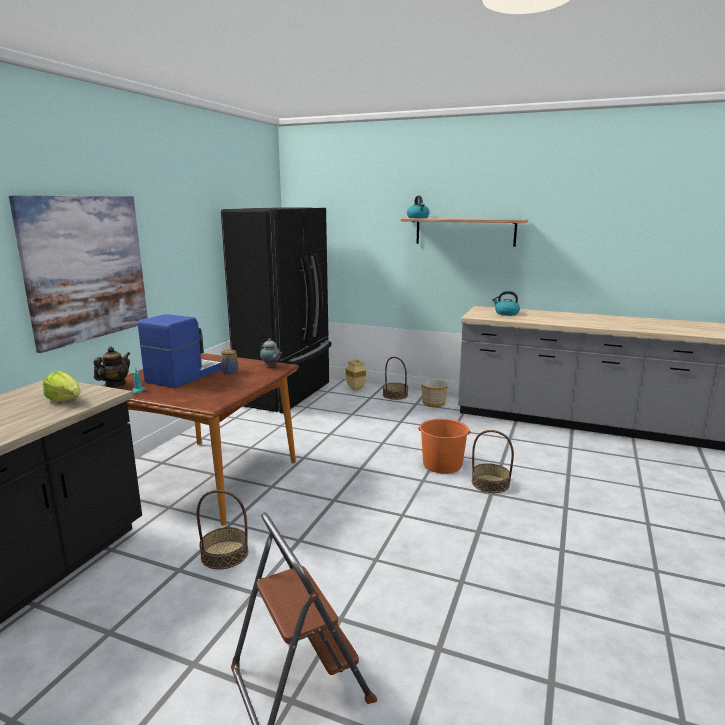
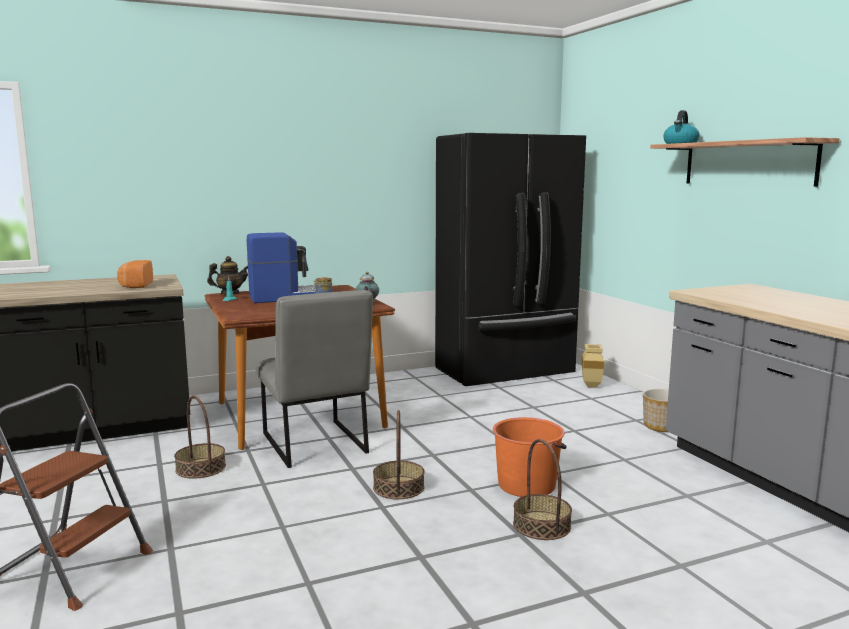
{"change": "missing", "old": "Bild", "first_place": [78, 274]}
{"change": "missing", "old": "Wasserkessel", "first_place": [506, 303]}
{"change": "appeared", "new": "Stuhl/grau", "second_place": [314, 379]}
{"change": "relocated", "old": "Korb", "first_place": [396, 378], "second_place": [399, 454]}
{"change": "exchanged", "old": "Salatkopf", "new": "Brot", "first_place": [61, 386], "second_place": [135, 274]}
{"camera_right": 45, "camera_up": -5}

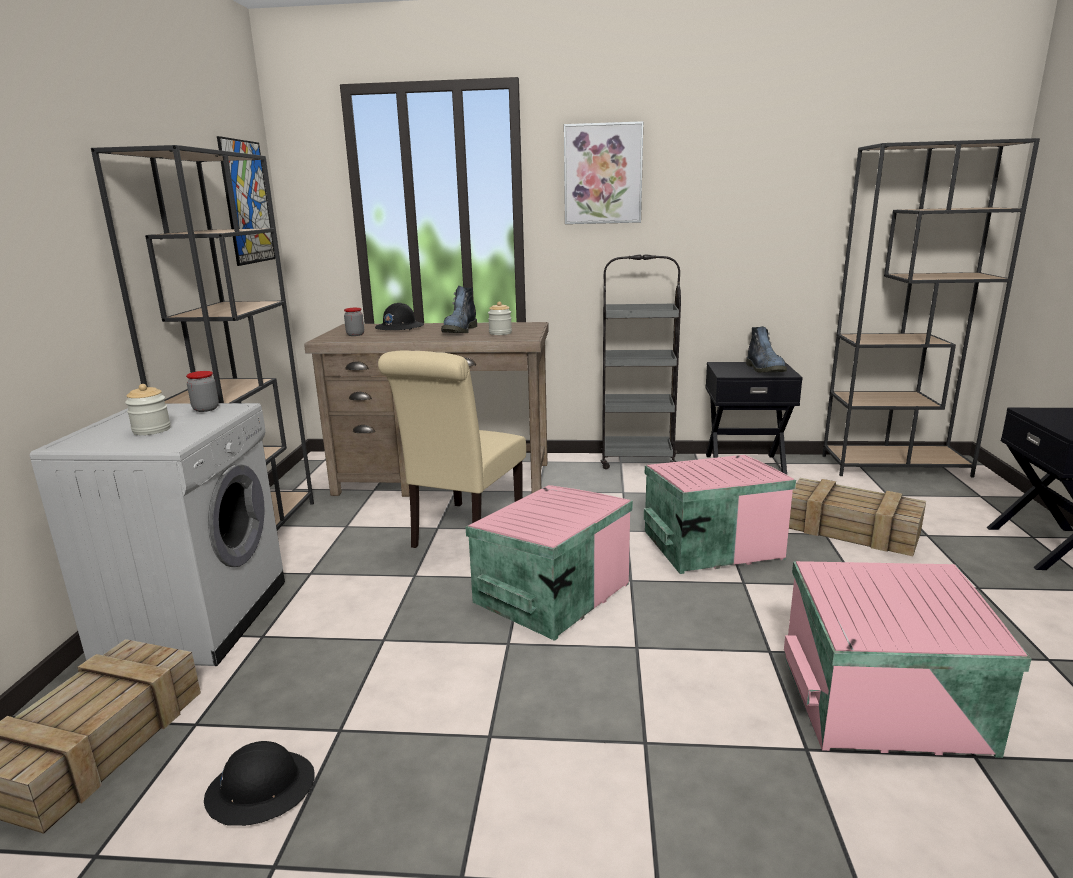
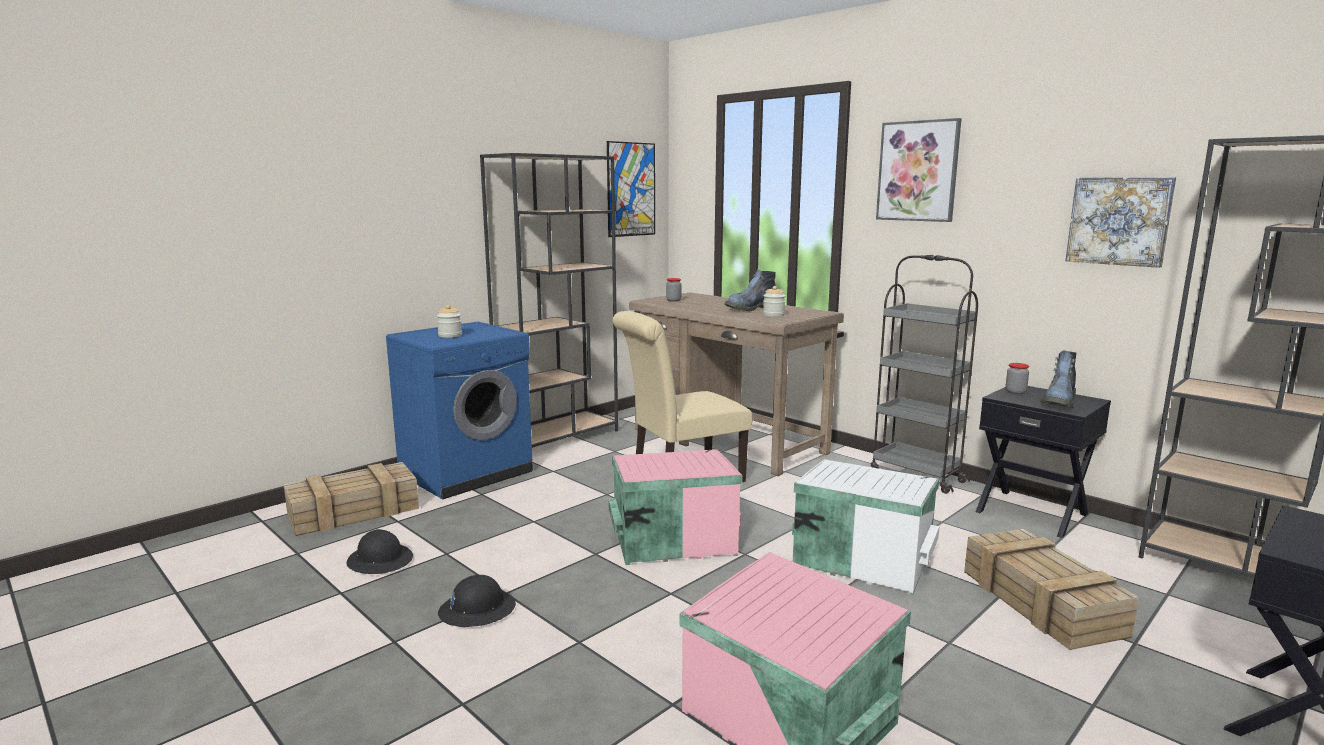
{"change": "appeared", "new": "Bild", "second_place": [1121, 222]}
{"change": "relocated", "old": "Vorratsglas", "first_place": [202, 391], "second_place": [1017, 378]}
{"change": "relocated", "old": "Schutzhelm/schwarz", "first_place": [399, 316], "second_place": [477, 601]}
{"change": "colour", "old": "Waschmaschine/weiß", "new": "Waschmaschine/blau", "first_place": [157, 534], "second_place": [459, 410]}
{"change": "colour", "old": "Aufbewahrungsbox/rosa", "new": "Aufbewahrungsbox/weiß", "first_place": [720, 514], "second_place": [865, 527]}
{"camera_right": 40, "camera_up": -5}

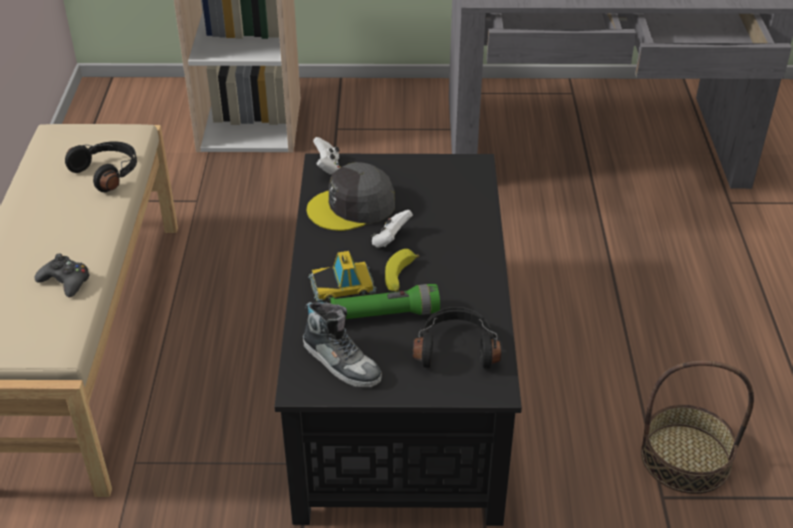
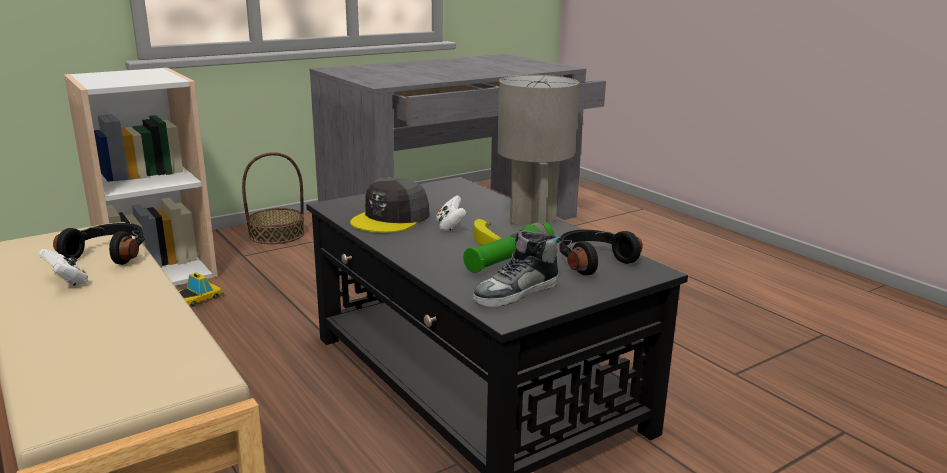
{"change": "missing", "old": "Gamepad/schwarz", "first_place": [62, 275]}
{"change": "appeared", "new": "Tischlampe/grau", "second_place": [538, 150]}
{"change": "relocated", "old": "Spielzeugauto", "first_place": [342, 276], "second_place": [201, 289]}
{"change": "relocated", "old": "Gamepad/weiß", "first_place": [327, 156], "second_place": [63, 267]}
{"change": "relocated", "old": "Korb", "first_place": [697, 427], "second_place": [273, 198]}
{"change": "spun", "old": "Schuh", "first_place": [342, 345], "second_place": [517, 269], "degrees": 135}
{"camera_right": -35, "camera_up": -20}

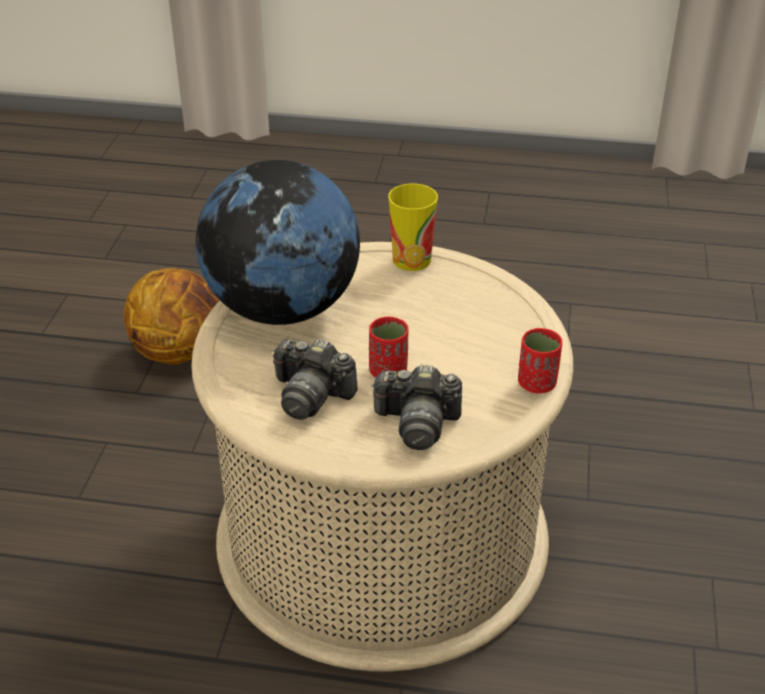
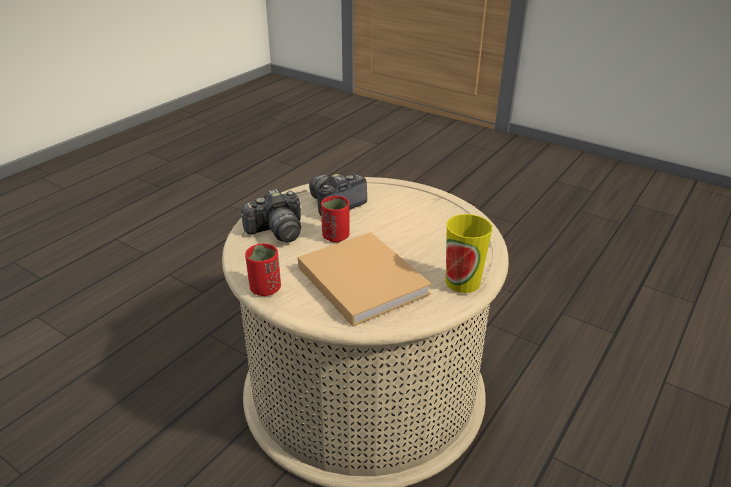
{"change": "missing", "old": "Basketball", "first_place": [171, 316]}
{"change": "missing", "old": "Globus", "first_place": [278, 242]}
{"change": "appeared", "new": "Buch/beige", "second_place": [365, 279]}
{"change": "spun", "old": "Kamera", "first_place": [416, 407], "second_place": [271, 216], "degrees": -150}
{"camera_right": 115, "camera_up": -5}

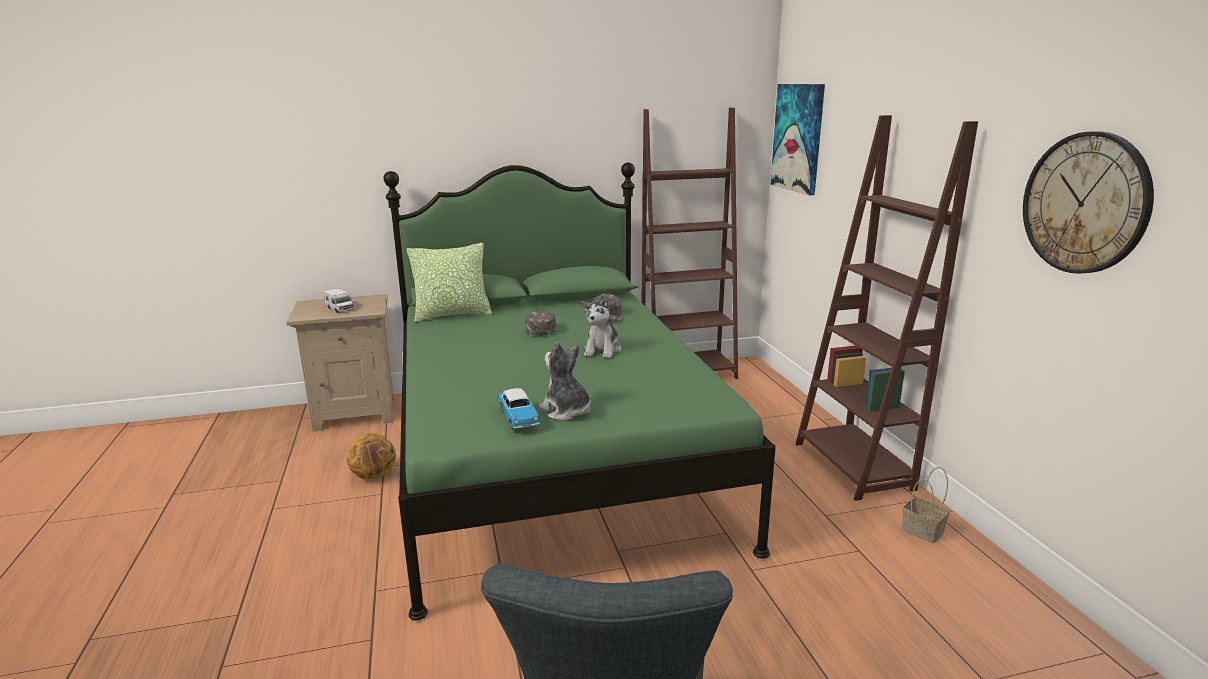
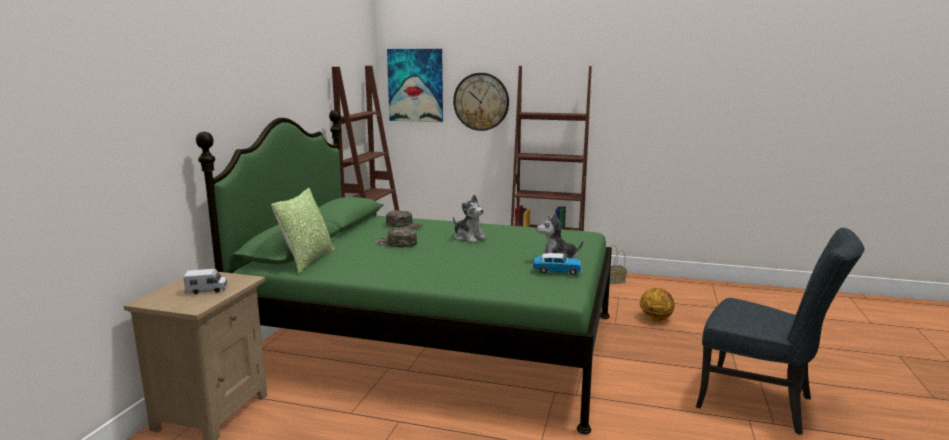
{"change": "relocated", "old": "Basketball", "first_place": [371, 456], "second_place": [657, 305]}
{"change": "relocated", "old": "Wanduhr", "first_place": [1088, 202], "second_place": [481, 102]}
{"camera_right": -60, "camera_up": -5}

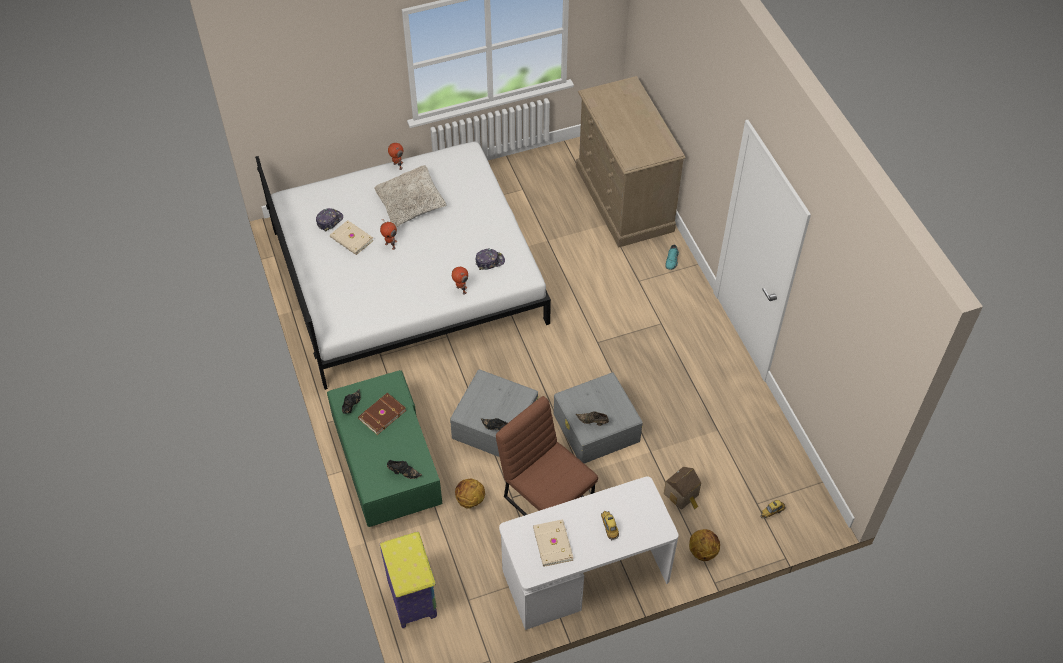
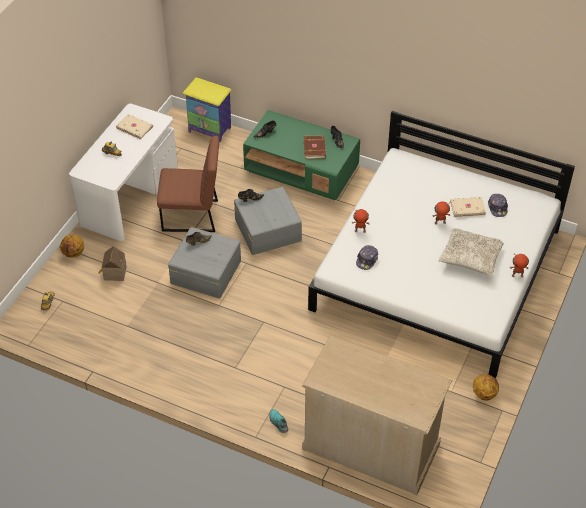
{"change": "relocated", "old": "Basketball", "first_place": [470, 493], "second_place": [486, 387]}
{"camera_right": 135, "camera_up": -5}

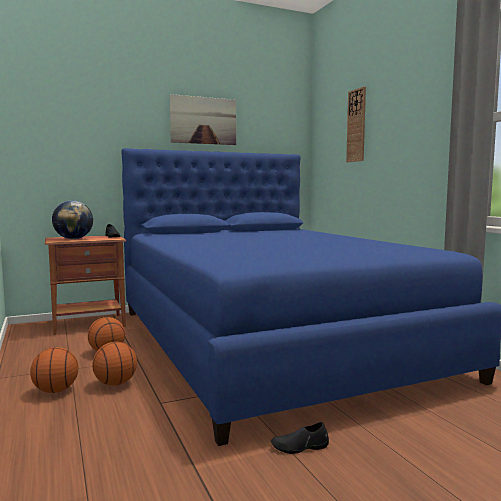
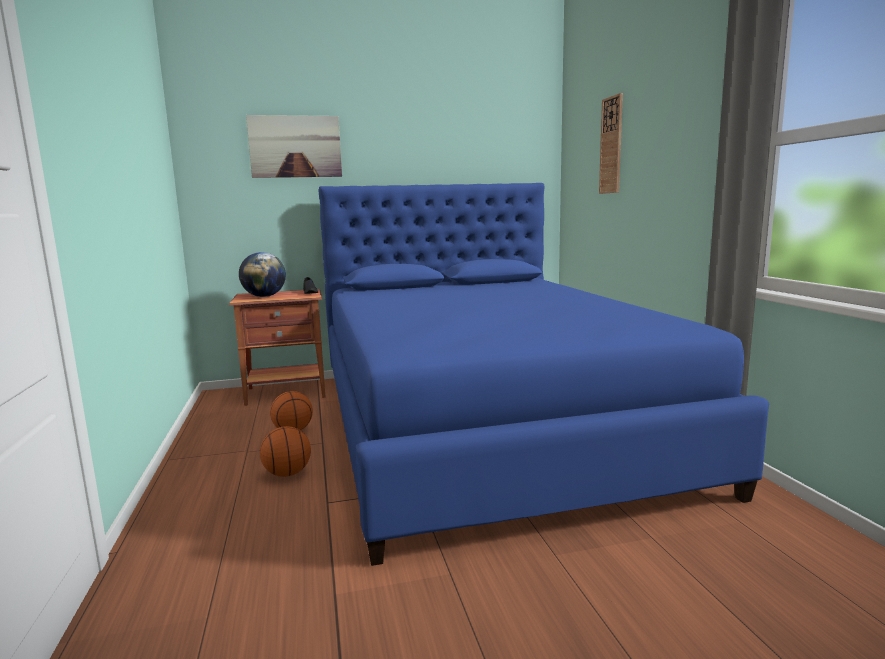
{"change": "missing", "old": "Basketball", "first_place": [54, 370]}
{"change": "missing", "old": "Schuh/schwarz", "first_place": [300, 438]}
{"change": "relocated", "old": "Bild", "first_place": [203, 119], "second_place": [294, 146]}
{"camera_right": 10, "camera_up": 5}

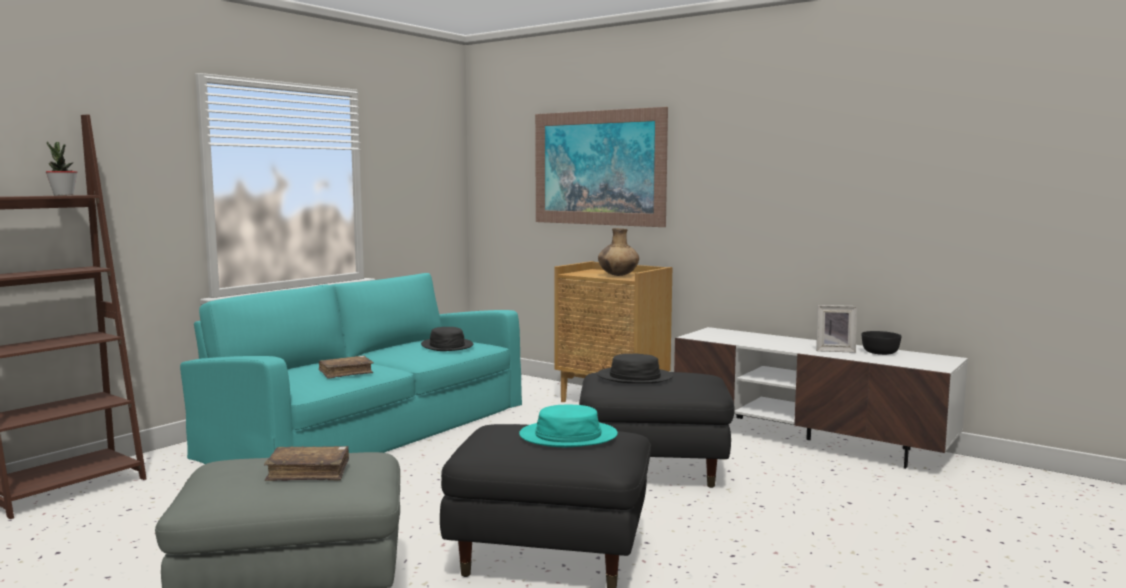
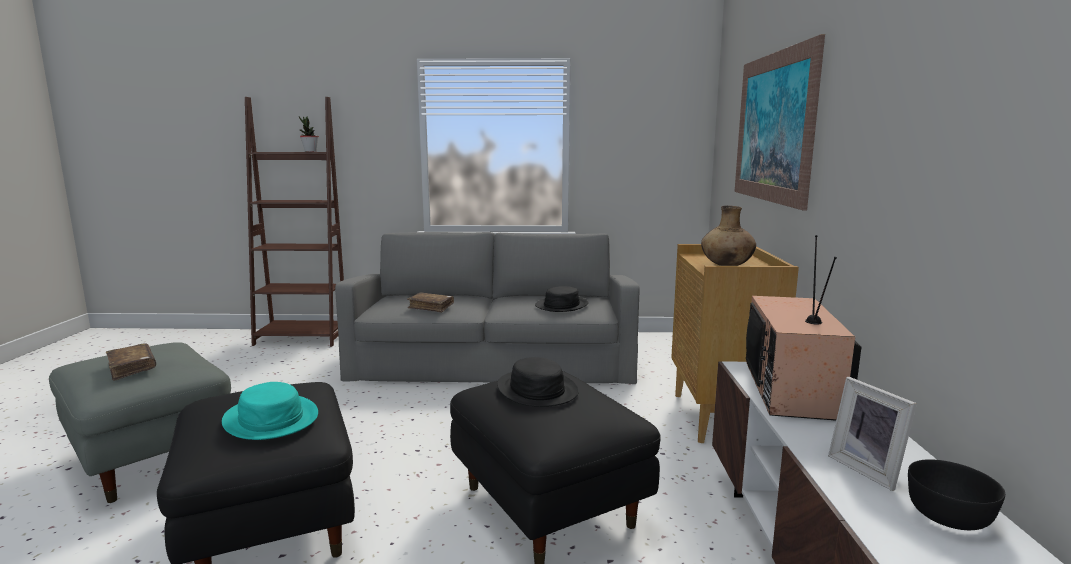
{"change": "appeared", "new": "Fernseher", "second_place": [803, 328]}
{"change": "colour", "old": "Sofa/türkis", "new": "Sofa/grau", "first_place": [351, 368], "second_place": [487, 308]}
{"camera_right": 55, "camera_up": 5}

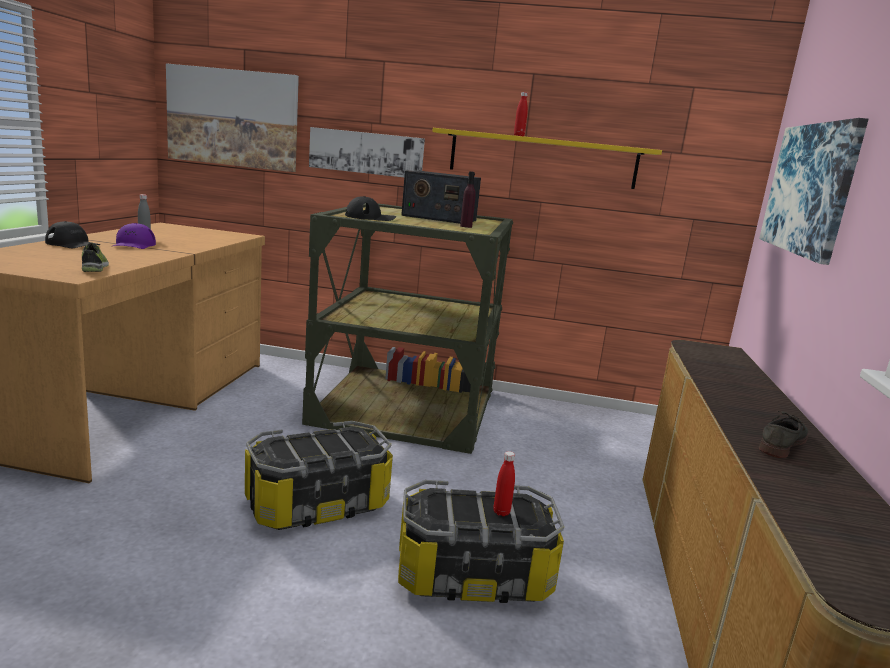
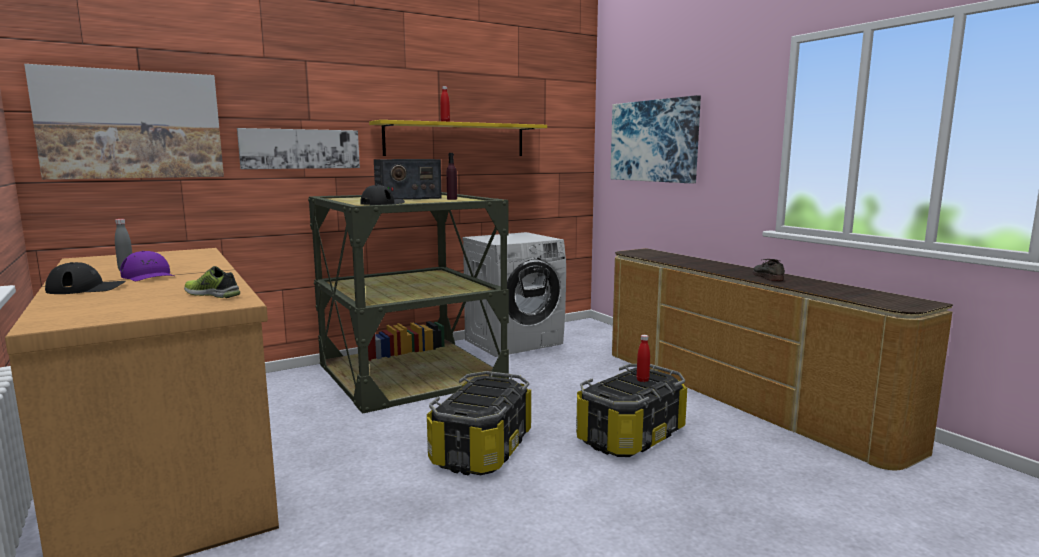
{"change": "appeared", "new": "Waschmaschine/weiß", "second_place": [514, 294]}
{"camera_right": -40, "camera_up": -5}

